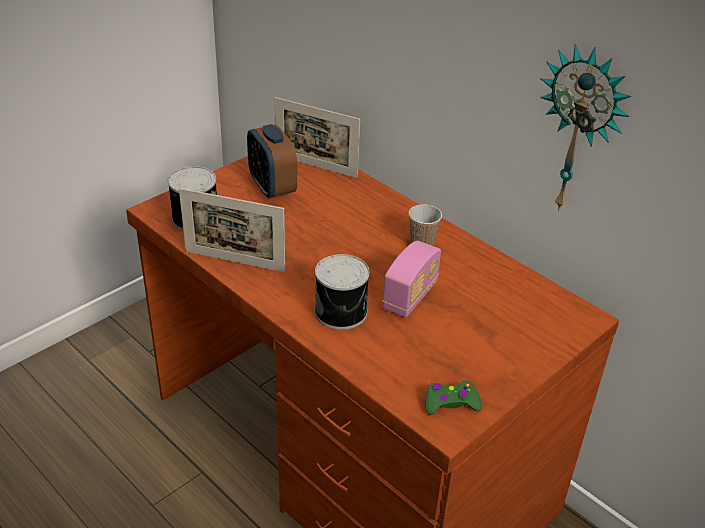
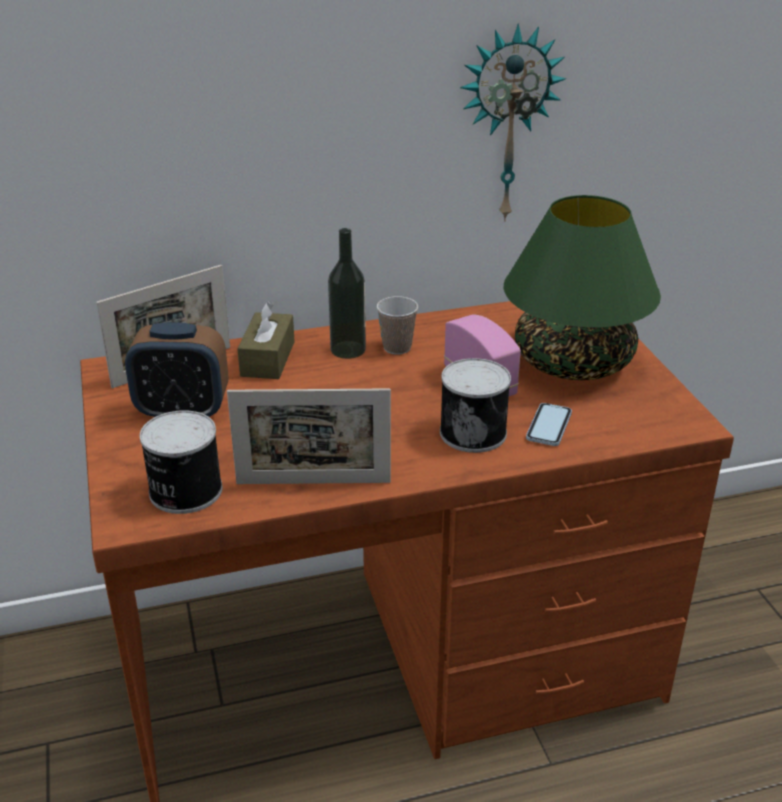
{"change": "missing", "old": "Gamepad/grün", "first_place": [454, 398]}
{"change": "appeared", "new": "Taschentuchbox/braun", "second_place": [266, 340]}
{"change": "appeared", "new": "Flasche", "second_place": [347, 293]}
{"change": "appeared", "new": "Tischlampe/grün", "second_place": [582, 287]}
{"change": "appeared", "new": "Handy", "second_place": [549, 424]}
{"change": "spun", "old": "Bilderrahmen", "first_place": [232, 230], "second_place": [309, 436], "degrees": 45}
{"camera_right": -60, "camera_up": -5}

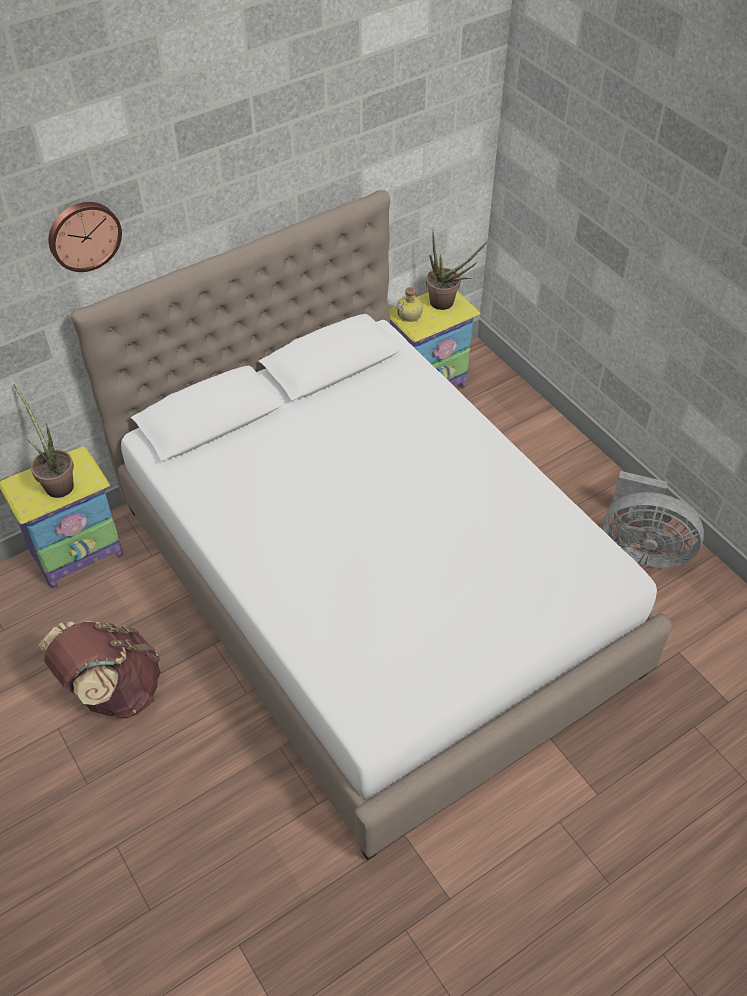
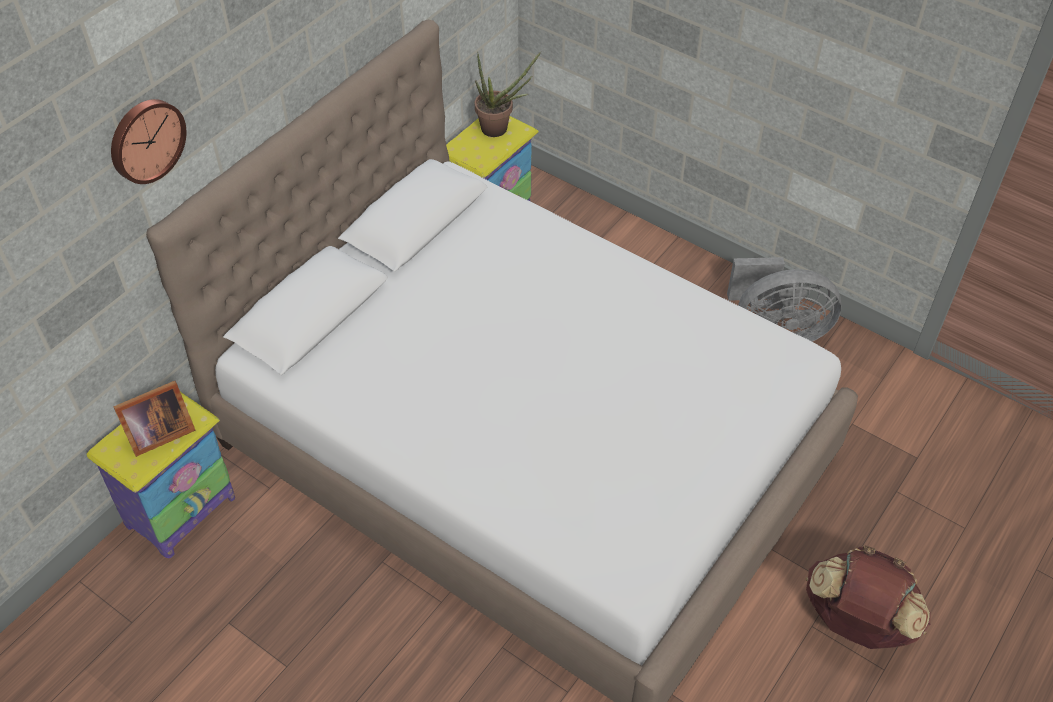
{"change": "missing", "old": "Flasche", "first_place": [409, 304]}
{"change": "relocated", "old": "Rucksack/braun", "first_place": [99, 669], "second_place": [867, 597]}
{"change": "exchanged", "old": "Topfpflanze", "new": "Bilderrahmen", "first_place": [44, 441], "second_place": [154, 419]}
{"camera_right": -20, "camera_up": 0}

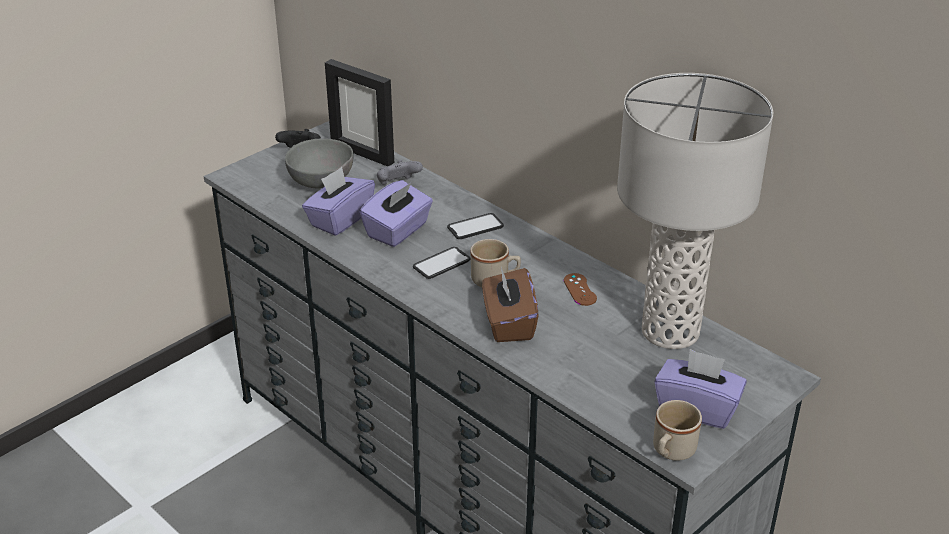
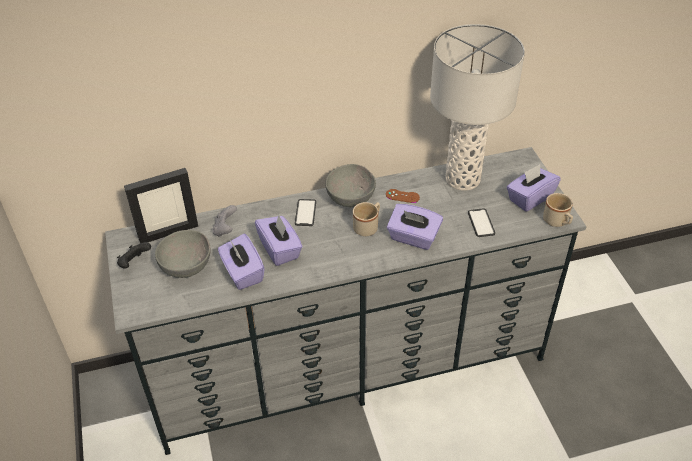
{"change": "appeared", "new": "Schüssel/grau", "second_place": [351, 185]}
{"change": "relocated", "old": "Handy", "first_place": [442, 263], "second_place": [481, 222]}
{"change": "colour", "old": "Taschentuchbox/braun", "new": "Taschentuchbox/lila", "first_place": [510, 304], "second_place": [415, 227]}
{"camera_right": -60, "camera_up": 10}

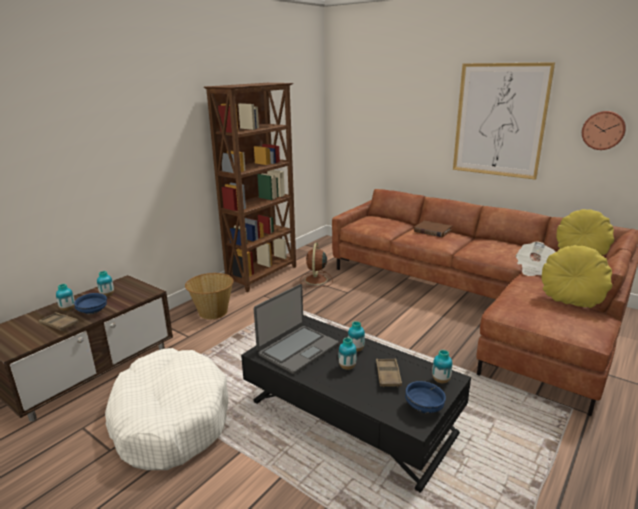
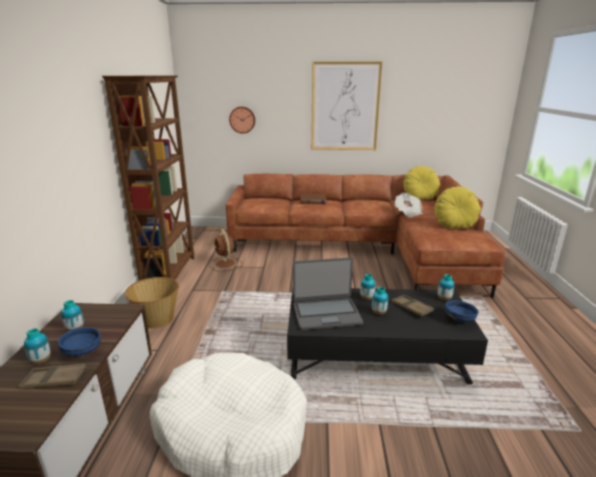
{"change": "relocated", "old": "Wanduhr", "first_place": [604, 130], "second_place": [242, 120]}
{"change": "spun", "old": "Laptop", "first_place": [296, 329], "second_place": [328, 294], "degrees": 75}
{"camera_right": -35, "camera_up": 0}

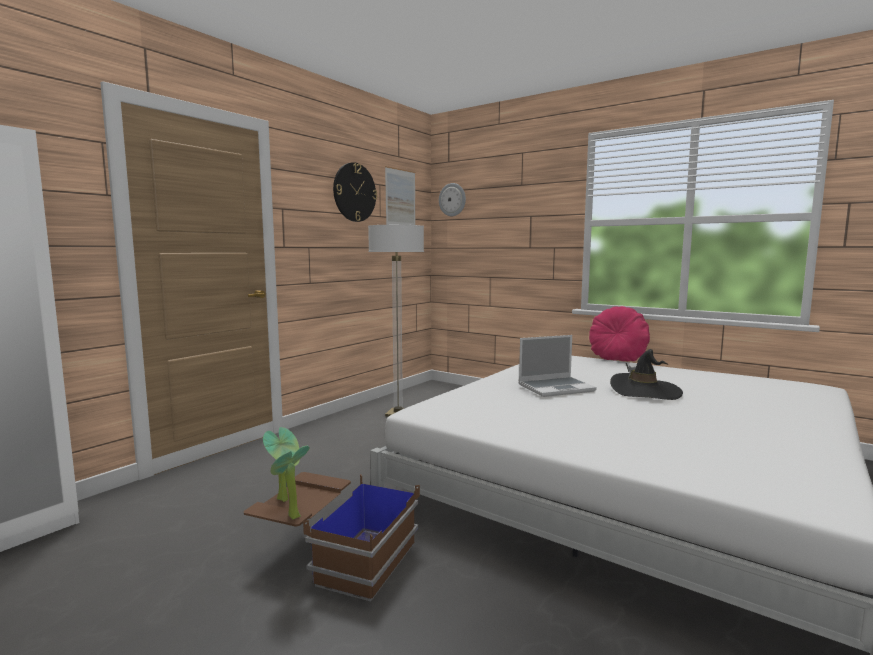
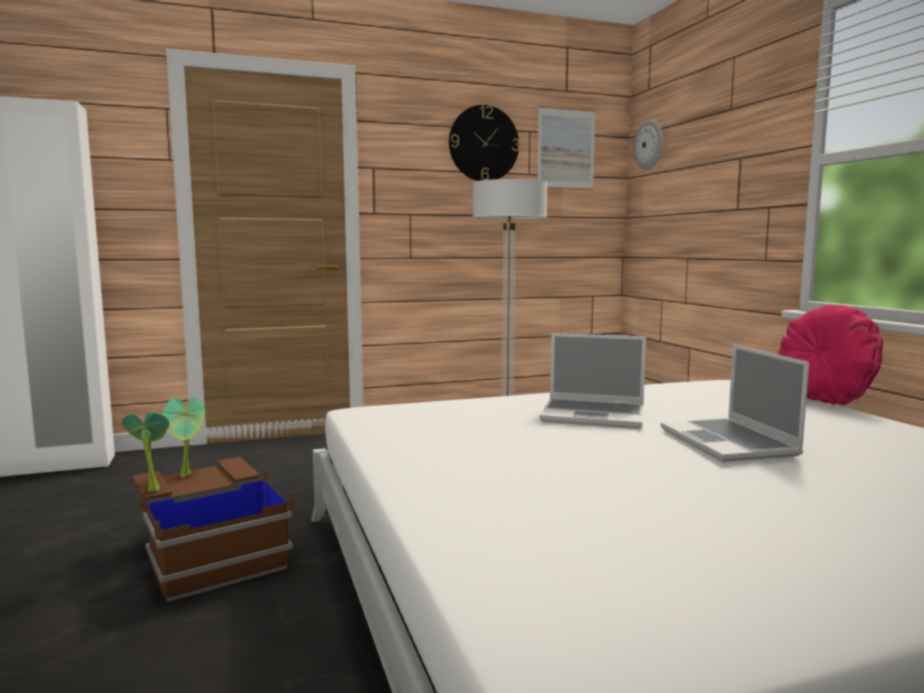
{"change": "exchanged", "old": "Hut/schwarz", "new": "Laptop", "first_place": [646, 374], "second_place": [735, 403]}
{"camera_right": 35, "camera_up": 0}

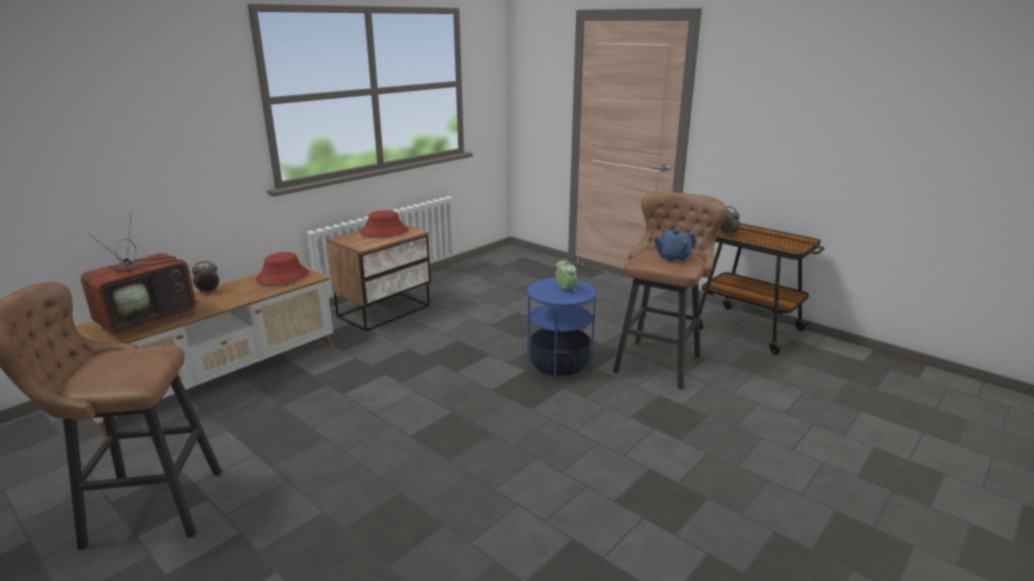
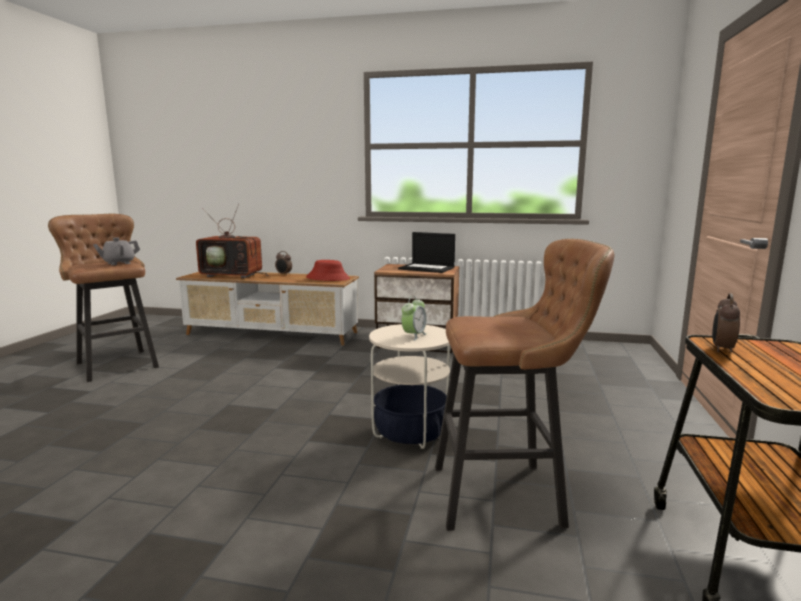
{"change": "missing", "old": "Teekanne/blau", "first_place": [675, 245]}
{"change": "appeared", "new": "Teekanne/grau", "second_place": [116, 251]}
{"change": "exchanged", "old": "Hut/rot", "new": "Laptop", "first_place": [384, 223], "second_place": [426, 252]}
{"change": "colour", "old": "Beistelltisch/blau", "new": "Beistelltisch/beige", "first_place": [561, 329], "second_place": [409, 386]}
{"camera_right": 60, "camera_up": -10}

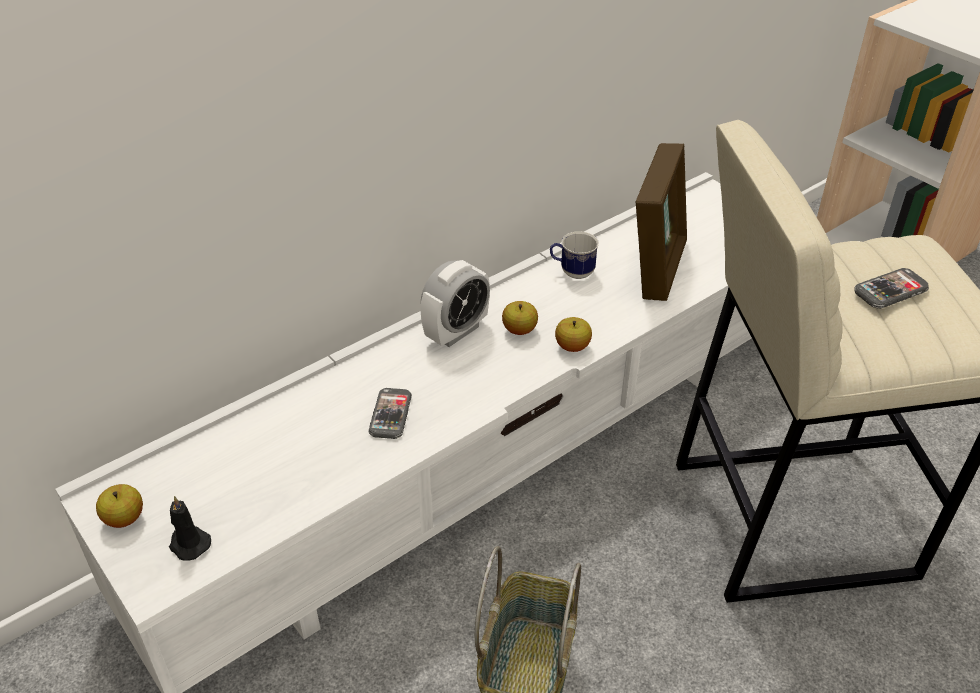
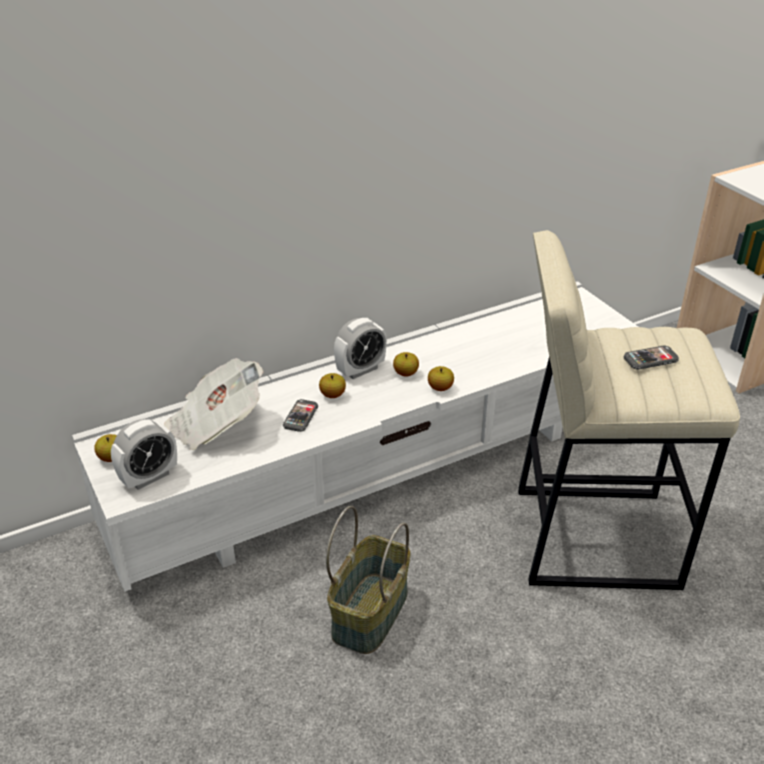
{"change": "missing", "old": "Henkelbecher", "first_place": [574, 255]}
{"change": "missing", "old": "Bilderrahmen", "first_place": [661, 222]}
{"change": "appeared", "new": "Zeitung", "second_place": [214, 404]}
{"change": "appeared", "new": "Apfel", "second_place": [332, 385]}
{"change": "exchanged", "old": "Kerze/schwarz", "new": "Wecker", "first_place": [190, 528], "second_place": [144, 454]}
{"camera_right": 10, "camera_up": -5}

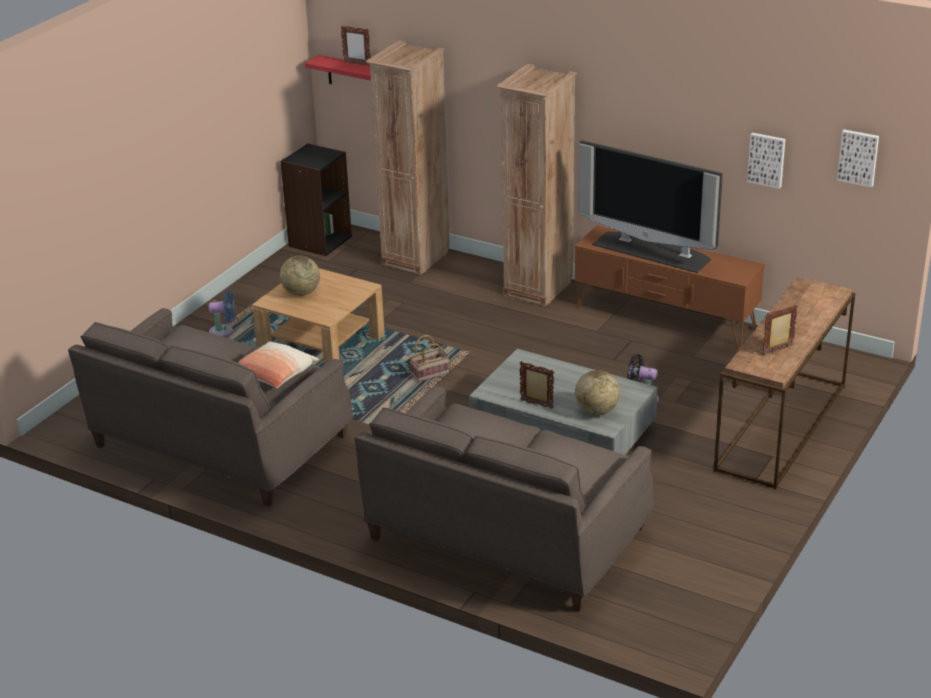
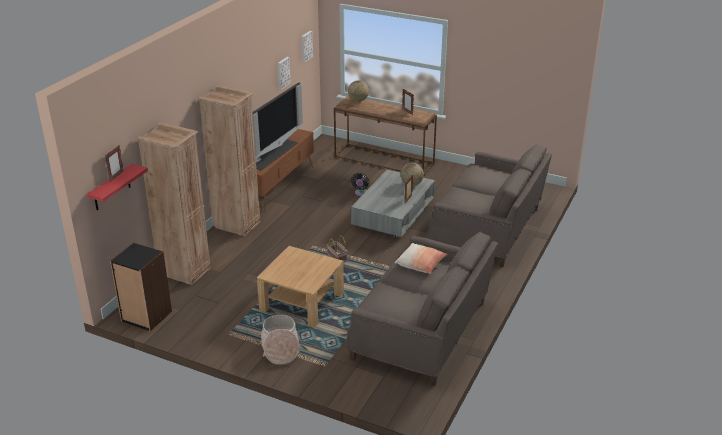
{"change": "relocated", "old": "Globus", "first_place": [300, 276], "second_place": [358, 91]}
{"change": "exchanged", "old": "Ventilator/blau", "new": "Korb", "first_place": [222, 313], "second_place": [280, 340]}
{"camera_right": -95, "camera_up": 0}

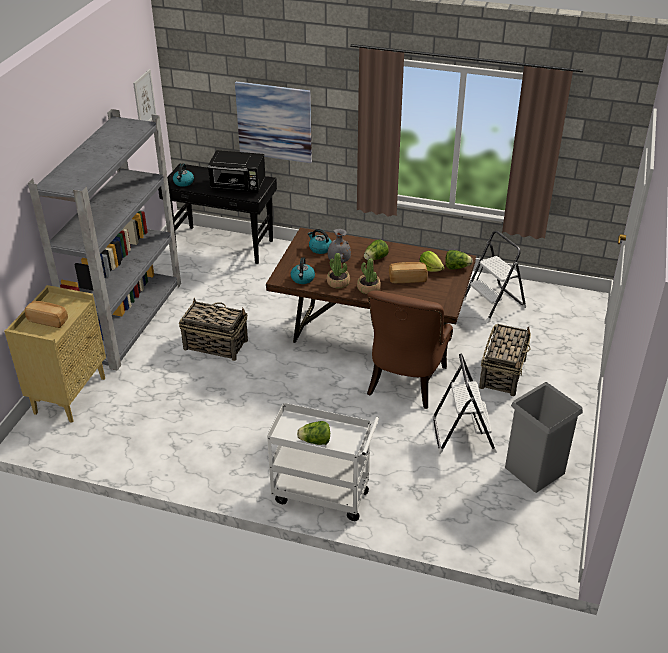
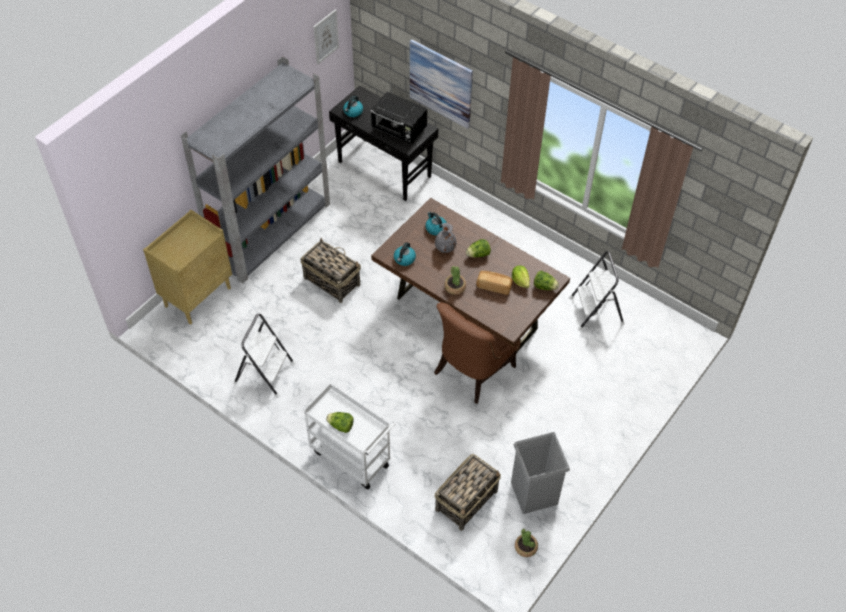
{"change": "missing", "old": "Brot", "first_place": [46, 314]}
{"change": "relocated", "old": "Topfpflanze", "first_place": [338, 271], "second_place": [526, 543]}
{"change": "relocated", "old": "Trittleiter/weiß", "first_place": [465, 404], "second_place": [265, 356]}
{"change": "relocated", "old": "Korb", "first_place": [505, 360], "second_place": [468, 492]}
{"camera_right": 20, "camera_up": 15}

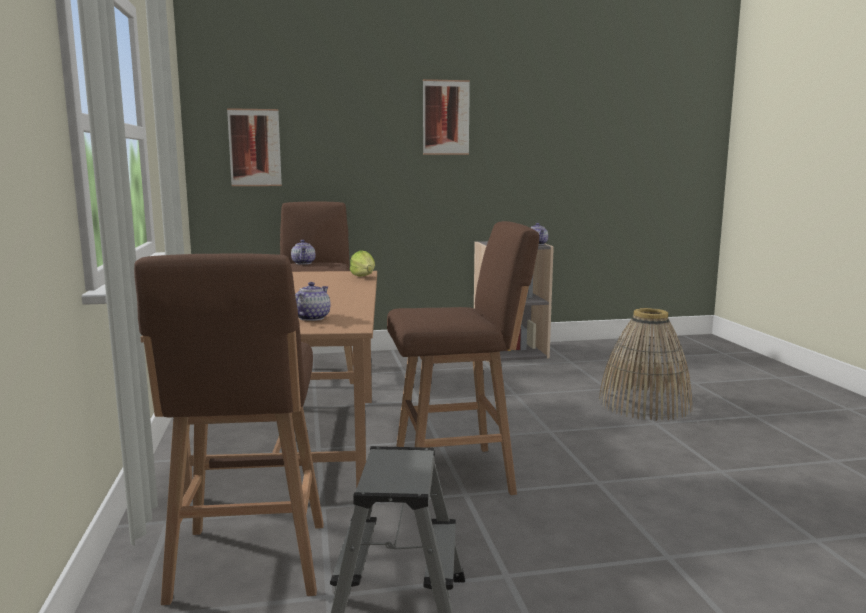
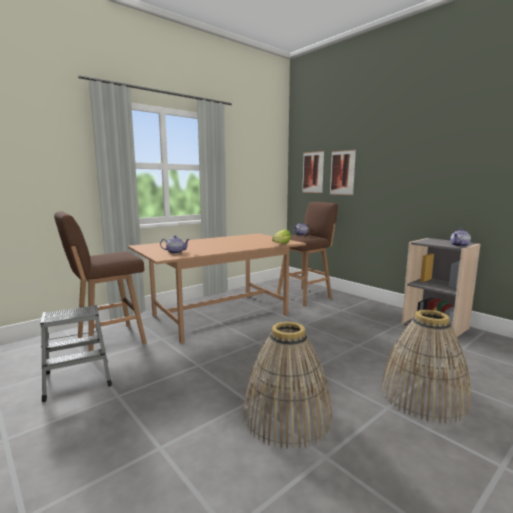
{"change": "missing", "old": "Hocker/braun", "first_place": [463, 358]}
{"change": "appeared", "new": "Korb", "second_place": [287, 385]}
{"change": "relocated", "old": "Bild", "first_place": [446, 117], "second_place": [343, 172]}
{"camera_right": 60, "camera_up": 0}

